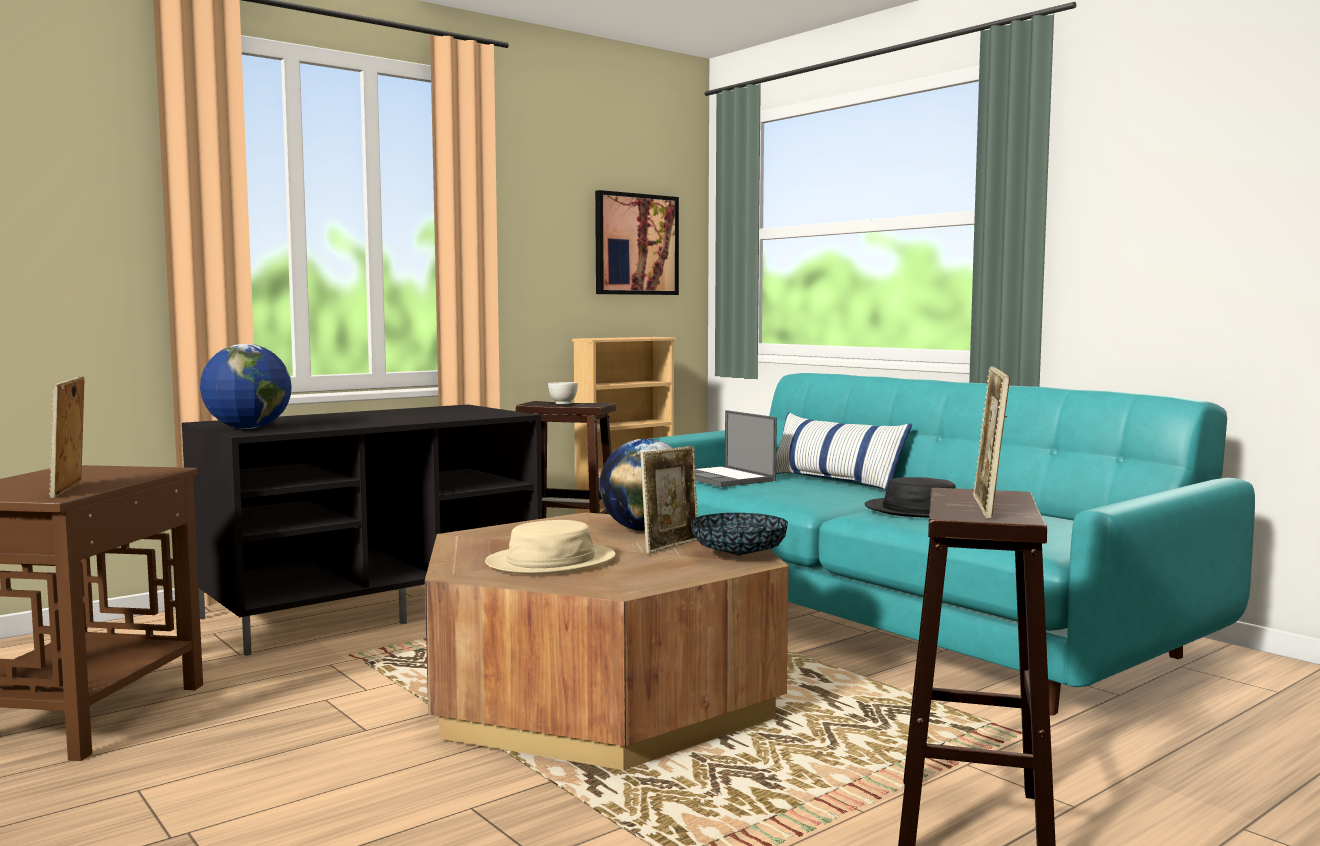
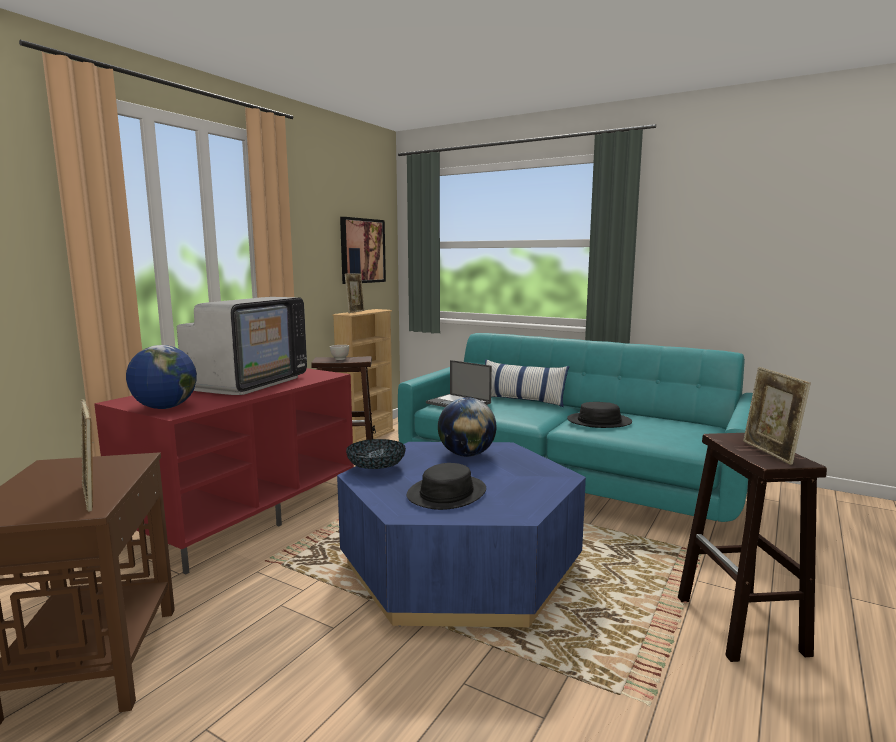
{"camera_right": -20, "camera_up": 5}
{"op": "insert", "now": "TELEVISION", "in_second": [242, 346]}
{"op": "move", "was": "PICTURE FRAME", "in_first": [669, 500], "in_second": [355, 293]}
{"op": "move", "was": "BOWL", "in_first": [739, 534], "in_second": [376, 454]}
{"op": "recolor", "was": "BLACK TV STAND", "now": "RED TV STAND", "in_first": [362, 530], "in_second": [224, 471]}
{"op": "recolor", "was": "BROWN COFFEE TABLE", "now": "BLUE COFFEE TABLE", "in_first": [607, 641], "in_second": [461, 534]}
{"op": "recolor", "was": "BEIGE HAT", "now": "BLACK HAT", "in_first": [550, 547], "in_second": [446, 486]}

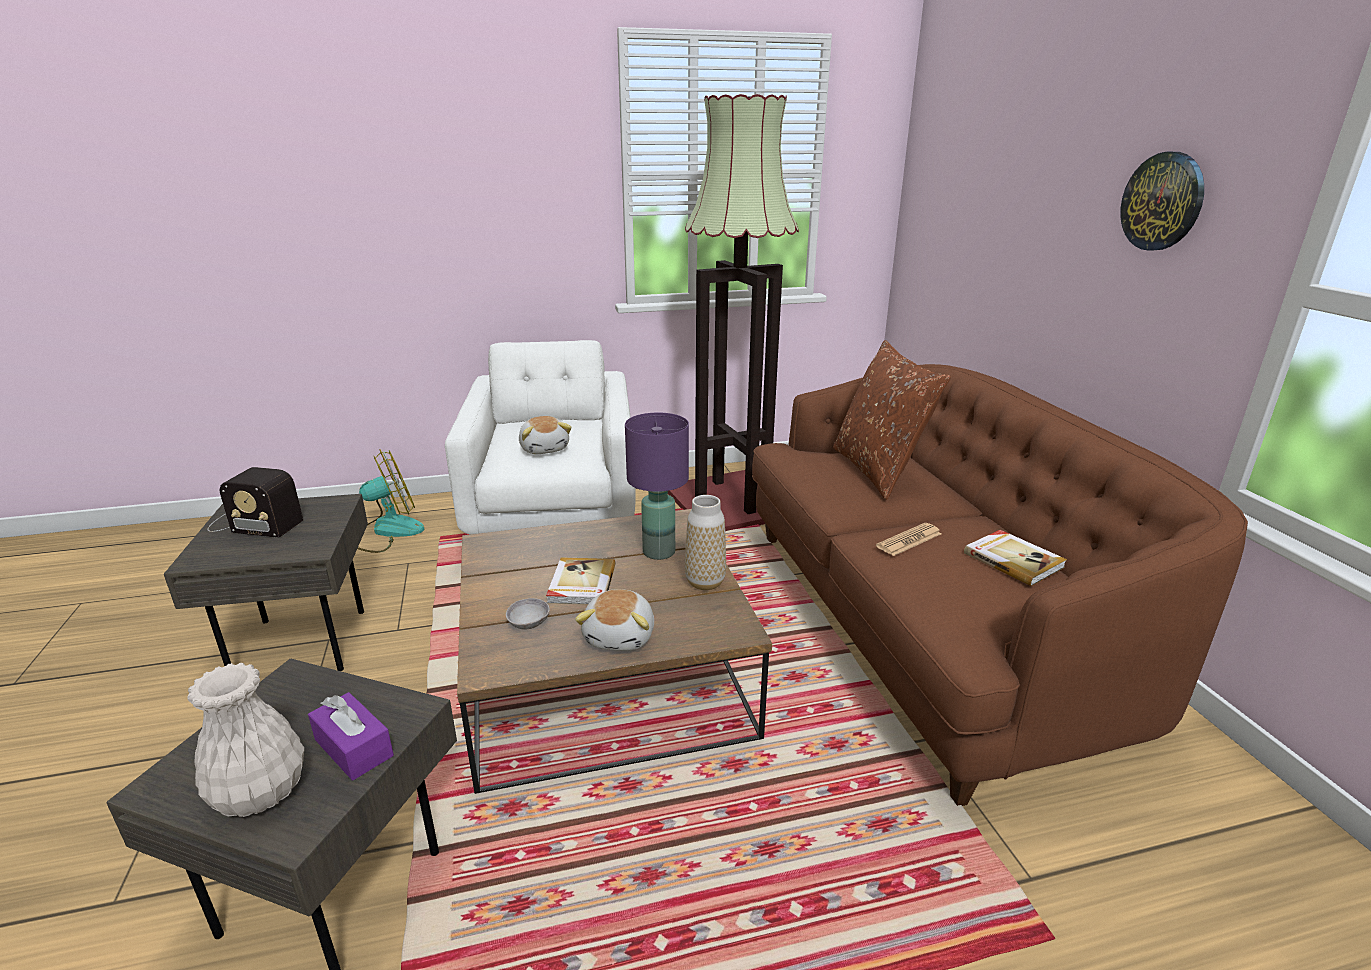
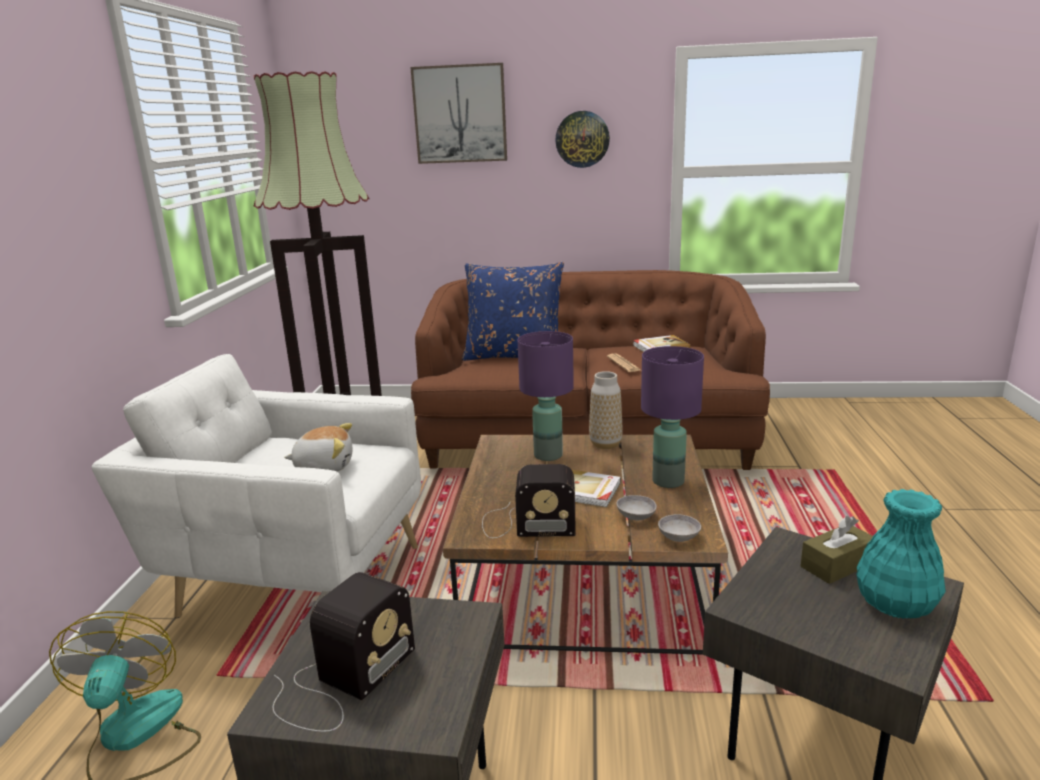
{"camera_right": -70, "camera_up": -5}
{"op": "insert", "now": "PICTURE", "in_second": [458, 113]}
{"op": "insert", "now": "RADIO", "in_second": [529, 501]}
{"op": "insert", "now": "GREY BOWL", "in_second": [679, 528]}
{"op": "replace", "was": "PLUSH TOY", "now": "PURPLE TABLE LAMP", "in_first": [614, 620], "in_second": [672, 417]}
{"op": "recolor", "was": "WHITE VASE", "now": "TURQUOISE VASE", "in_first": [246, 740], "in_second": [901, 554]}
{"op": "recolor", "was": "PURPLE TISSUE BOX", "now": "BROWN TISSUE BOX", "in_first": [351, 736], "in_second": [837, 550]}
{"op": "recolor", "was": "BROWN PILLOW", "now": "BLUE PILLOW", "in_first": [892, 420], "in_second": [513, 311]}

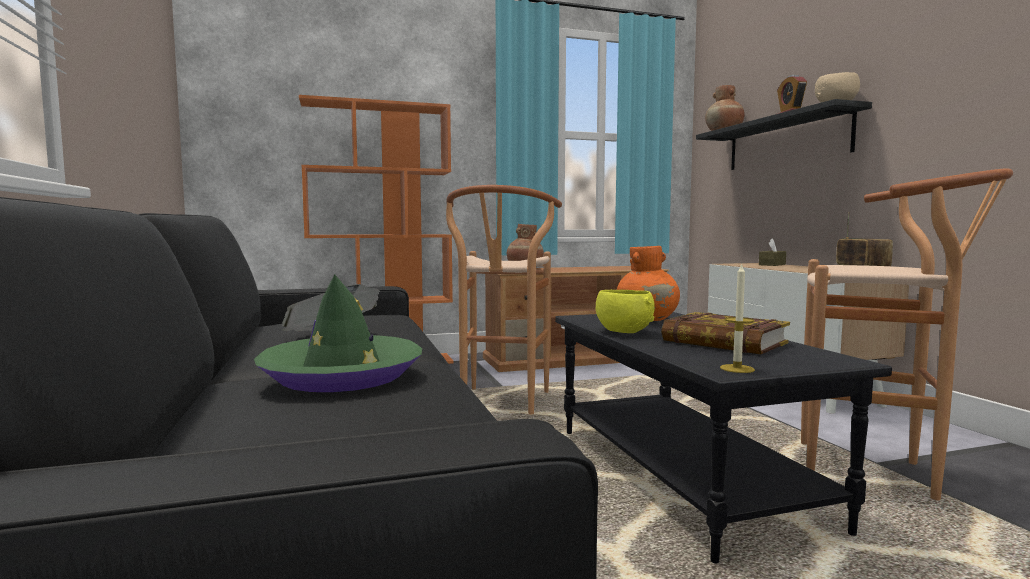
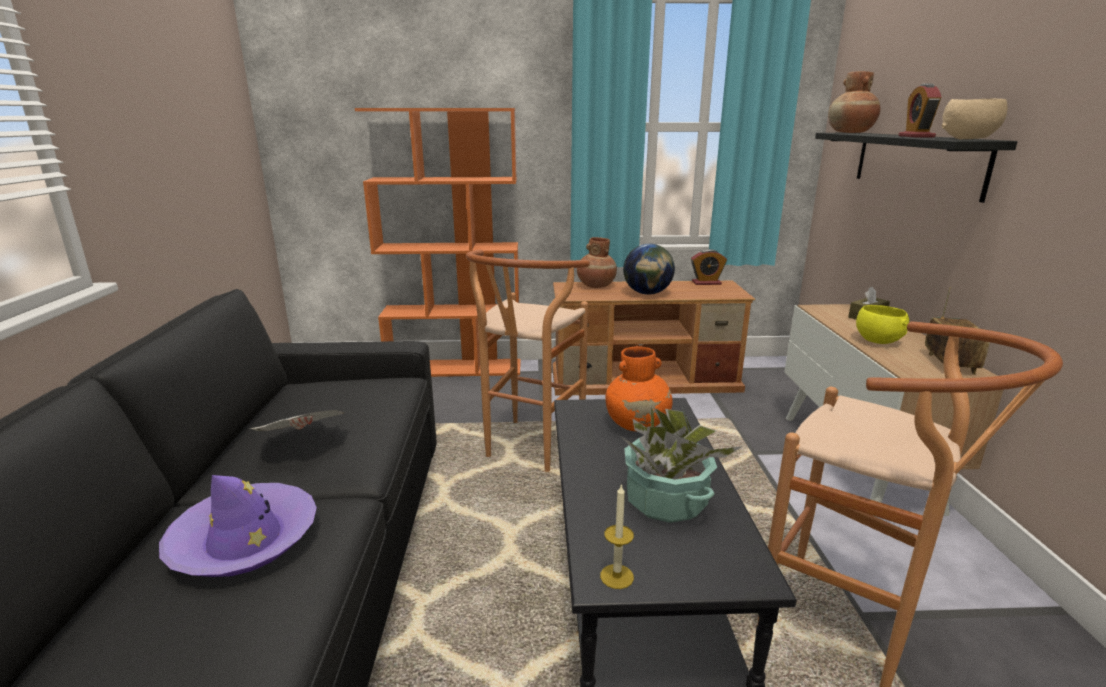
{"camera_right": 15, "camera_up": 15}
{"op": "insert", "now": "GLOBE", "in_second": [649, 269]}
{"op": "insert", "now": "ALARM CLOCK", "in_second": [709, 267]}
{"op": "move", "was": "YELLOW BOWL", "in_first": [625, 311], "in_second": [882, 324]}
{"op": "replace", "was": "BOOK", "now": "POTTED PLANT", "in_first": [725, 333], "in_second": [682, 465]}
{"op": "recolor", "was": "GREEN HAT", "now": "PURPLE HAT", "in_first": [338, 333], "in_second": [238, 526]}

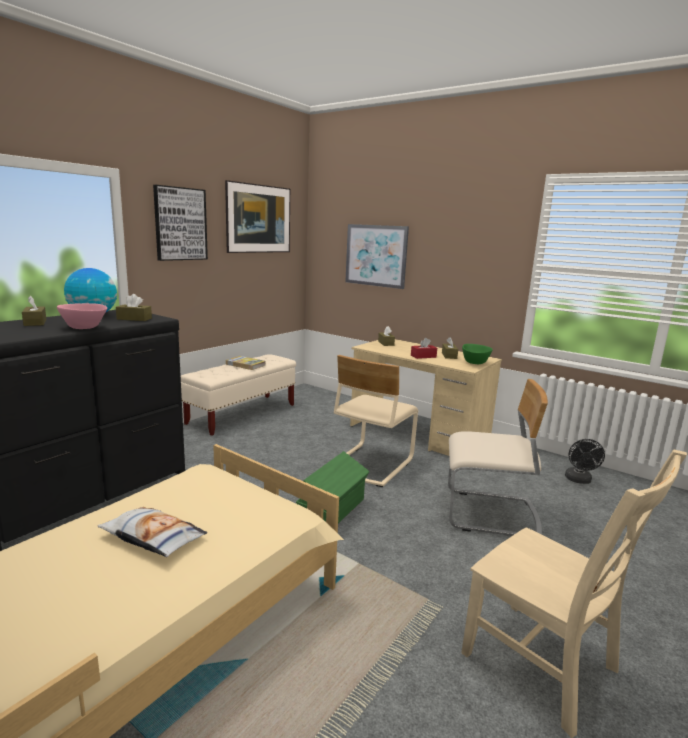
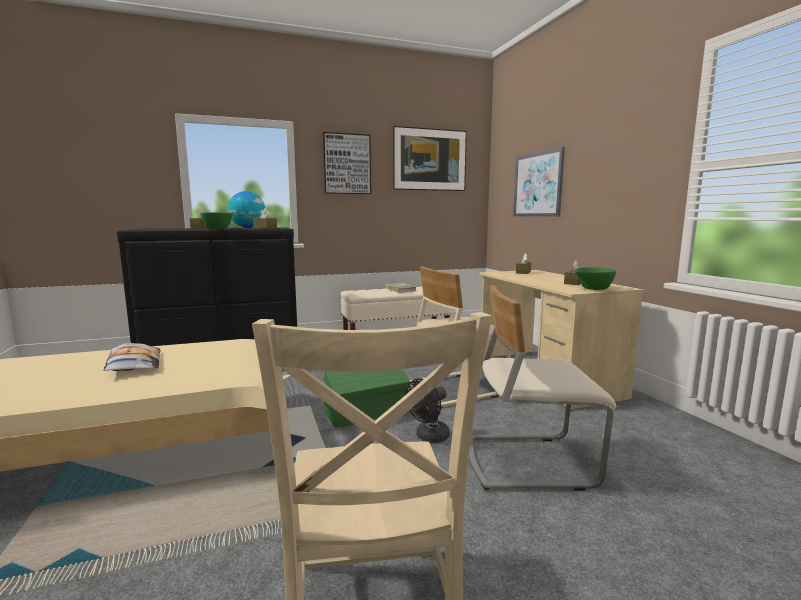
{"camera_right": 35, "camera_up": -5}
{"op": "delete", "was": "RED TISSUE BOX", "in_first": [424, 348]}
{"op": "move", "was": "BLACK FAN", "in_first": [585, 461], "in_second": [427, 410]}
{"op": "recolor", "was": "PINK BOWL", "now": "GREEN BOWL", "in_first": [82, 316], "in_second": [216, 220]}
{"op": "rotate", "was": "BEIGE CHAIR", "in_first": [498, 457], "in_second": [542, 388], "clockwise": 135}

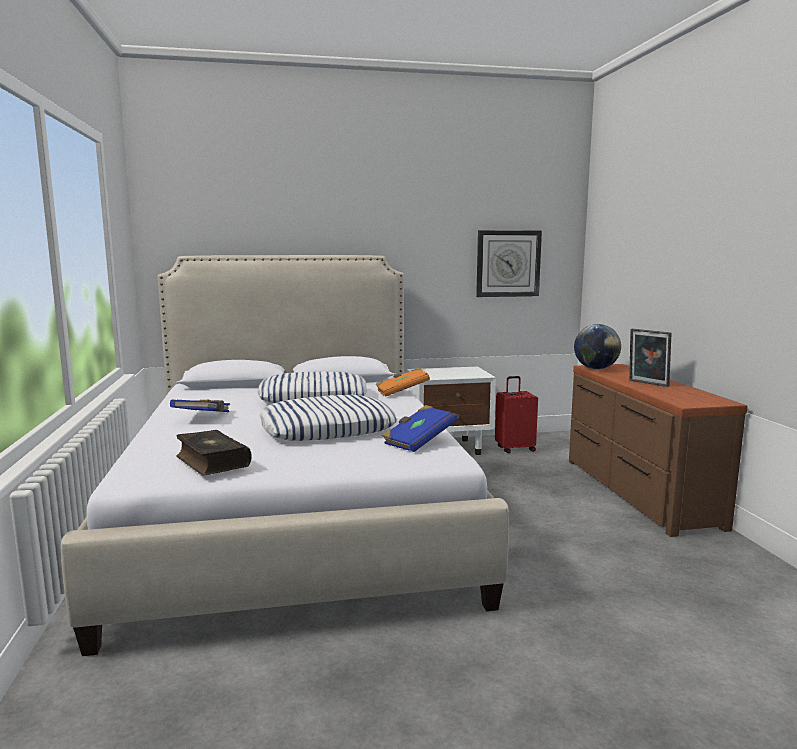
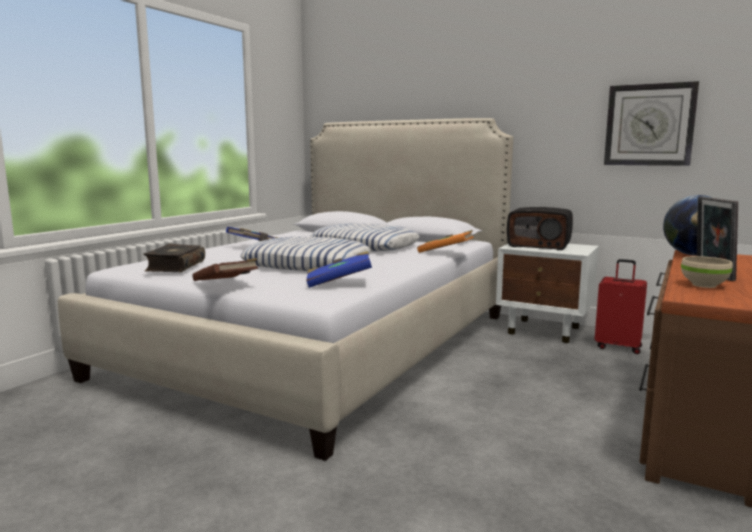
{"camera_right": 40, "camera_up": 0}
{"op": "insert", "now": "BROWN BOOK", "in_second": [225, 269]}
{"op": "insert", "now": "RADIO", "in_second": [540, 228]}
{"op": "insert", "now": "BEIGE BOWL", "in_second": [707, 272]}

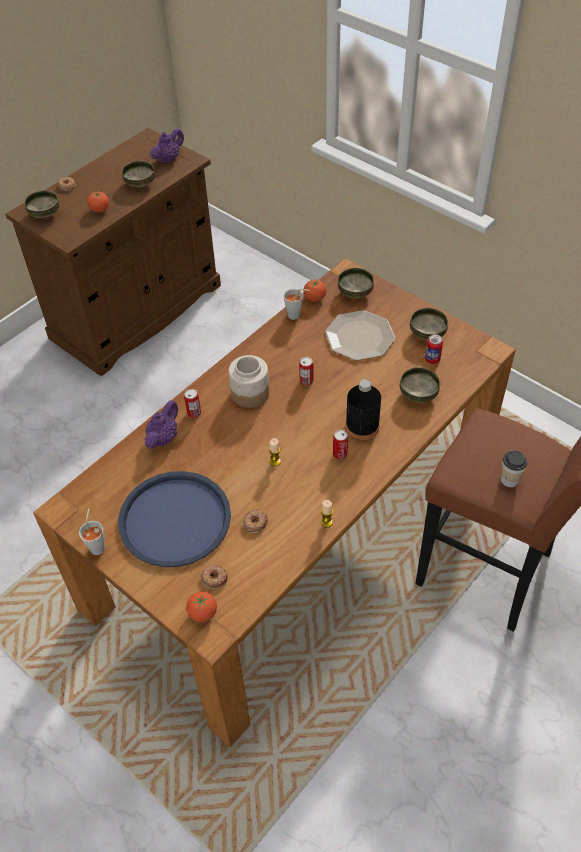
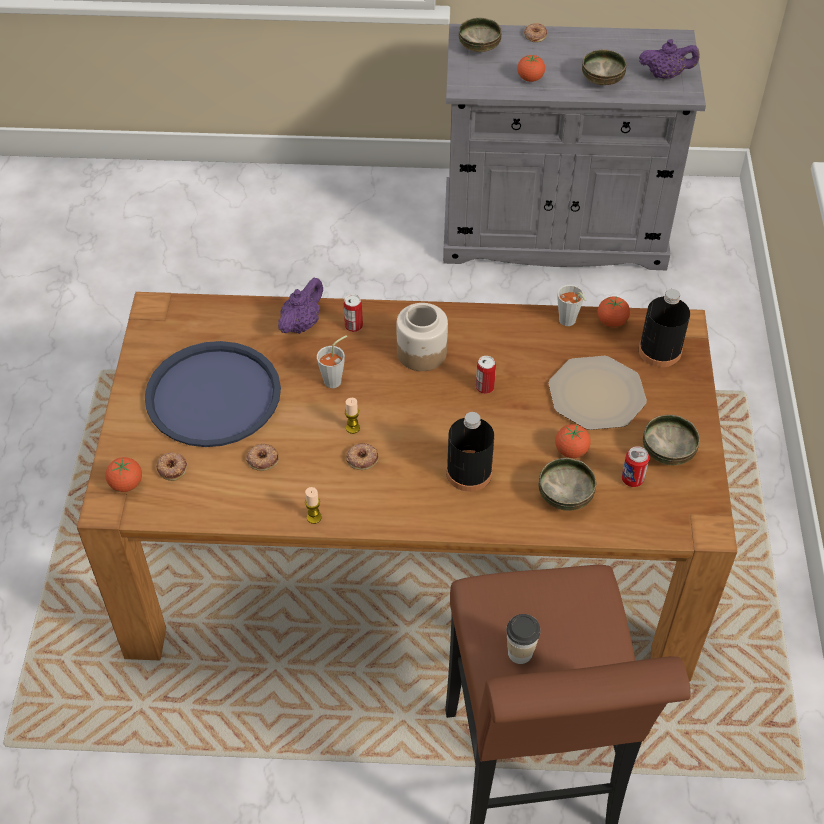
{"camera_right": 50, "camera_up": 0}
{"op": "delete", "was": "CAN", "in_first": [340, 444]}
{"op": "insert", "now": "DONUT", "in_second": [362, 456]}
{"op": "insert", "now": "TOMATO", "in_second": [573, 441]}
{"op": "move", "was": "GREY CUP", "in_first": [92, 532], "in_second": [332, 361]}
{"op": "replace", "was": "BOWL", "now": "BLACK BOTTLE", "in_first": [356, 283], "in_second": [664, 328]}
{"op": "recolor", "was": "BROWN CABINET", "now": "GREY CABINET", "in_first": [113, 252], "in_second": [574, 147]}
{"op": "rotate", "was": "PURPLE TEAPOT", "in_first": [161, 424], "in_second": [300, 306], "clockwise": -45}

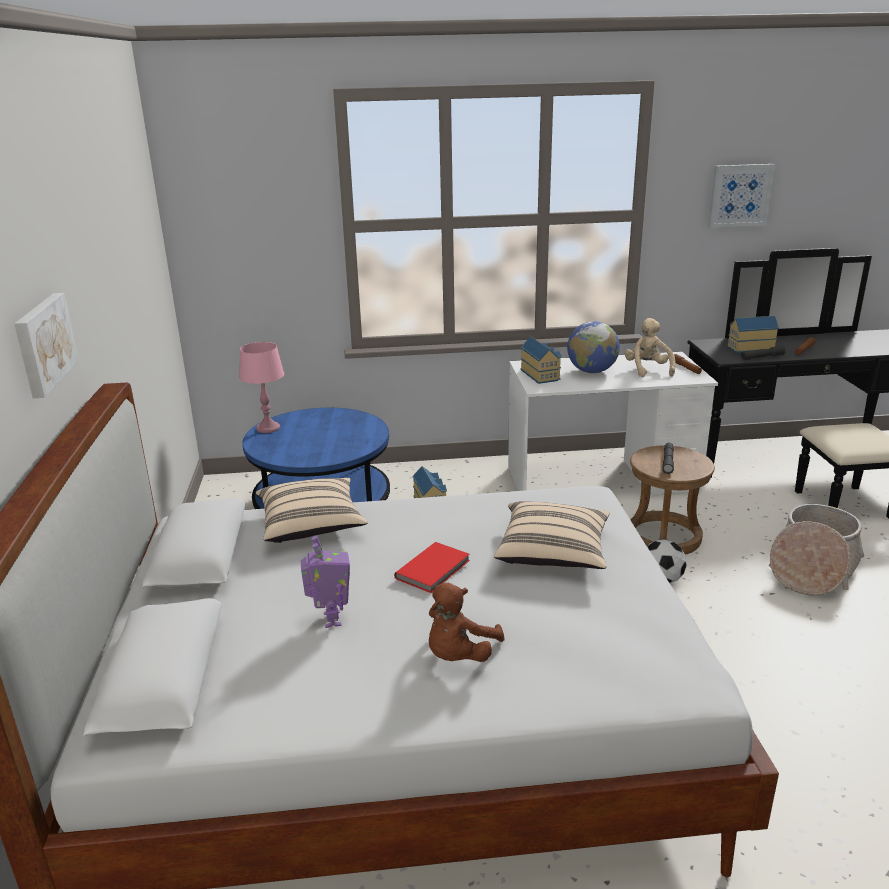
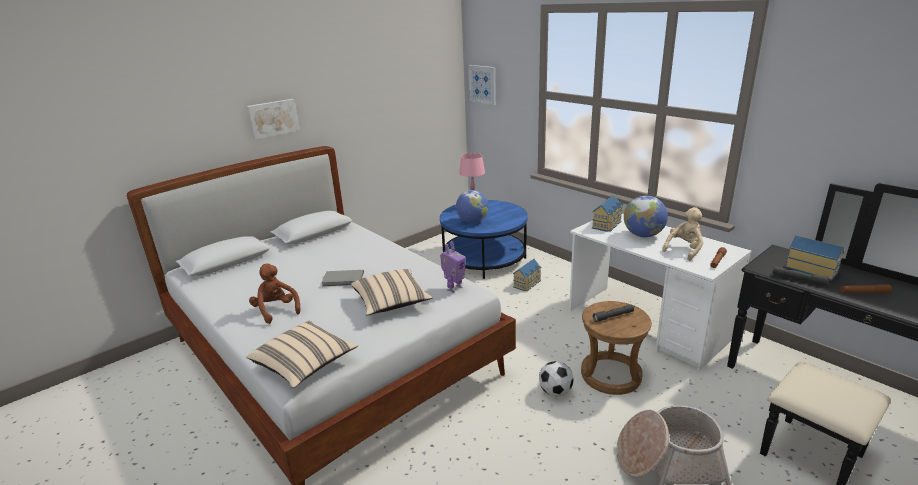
{"camera_right": 55, "camera_up": 0}
{"op": "insert", "now": "GLOBE", "in_second": [472, 206]}
{"op": "move", "was": "BEIGE PILLOW", "in_first": [312, 510], "in_second": [302, 354]}
{"op": "move", "was": "TOY ROBOT", "in_first": [325, 582], "in_second": [453, 267]}
{"op": "move", "was": "PICTURE", "in_first": [741, 196], "in_second": [482, 85]}
{"op": "recolor", "was": "RED BOOK", "now": "GREY BOOK", "in_first": [432, 567], "in_second": [342, 278]}
{"op": "rotate", "was": "BROWN PLUSH TOY", "in_first": [467, 622], "in_second": [275, 294], "clockwise": 60}

